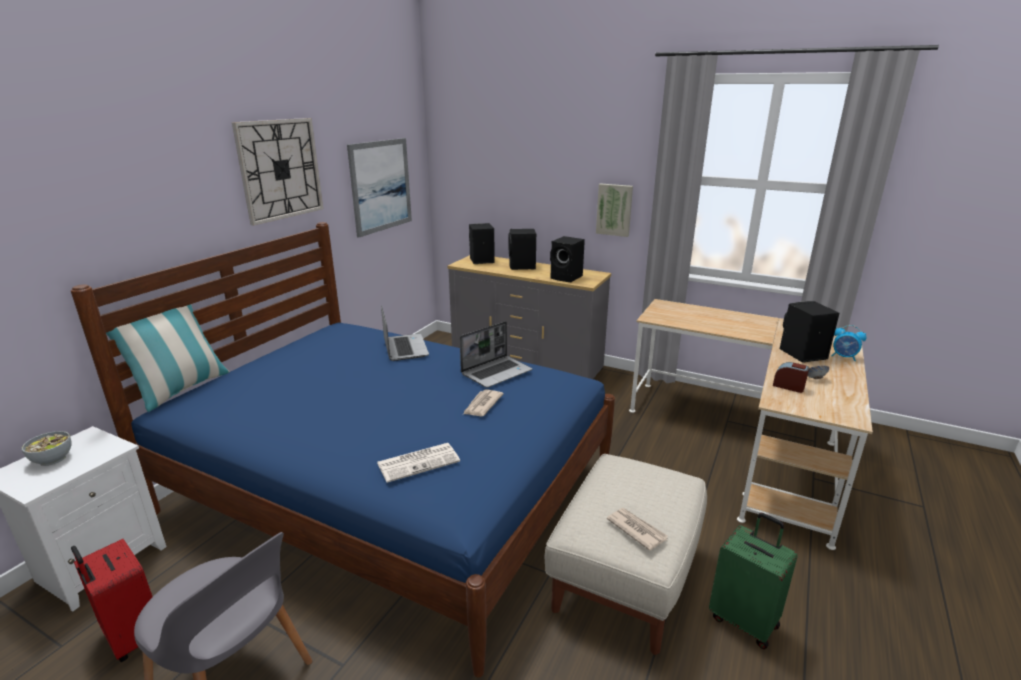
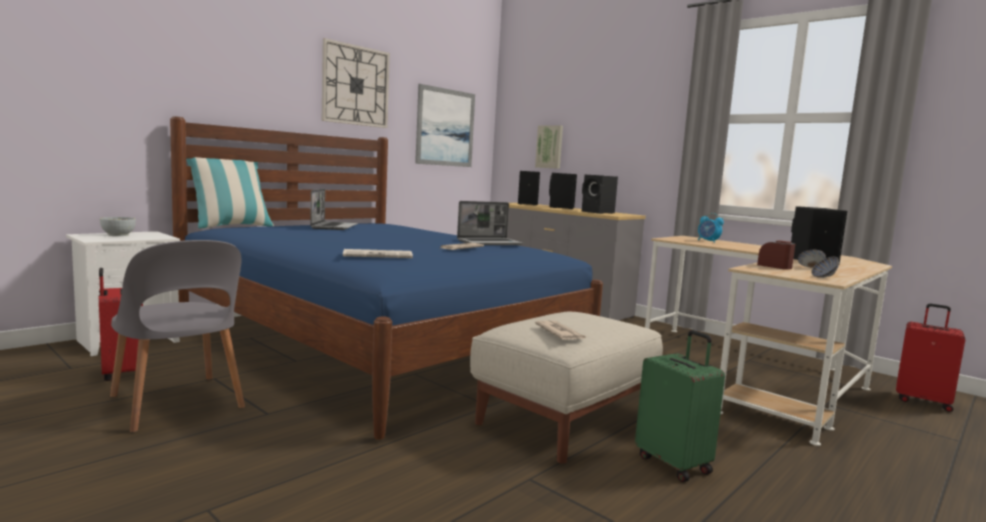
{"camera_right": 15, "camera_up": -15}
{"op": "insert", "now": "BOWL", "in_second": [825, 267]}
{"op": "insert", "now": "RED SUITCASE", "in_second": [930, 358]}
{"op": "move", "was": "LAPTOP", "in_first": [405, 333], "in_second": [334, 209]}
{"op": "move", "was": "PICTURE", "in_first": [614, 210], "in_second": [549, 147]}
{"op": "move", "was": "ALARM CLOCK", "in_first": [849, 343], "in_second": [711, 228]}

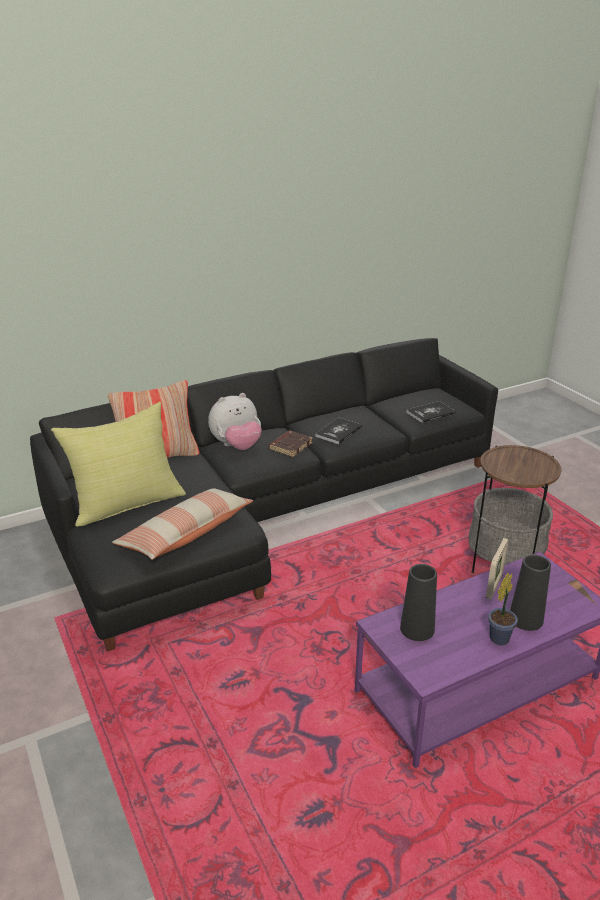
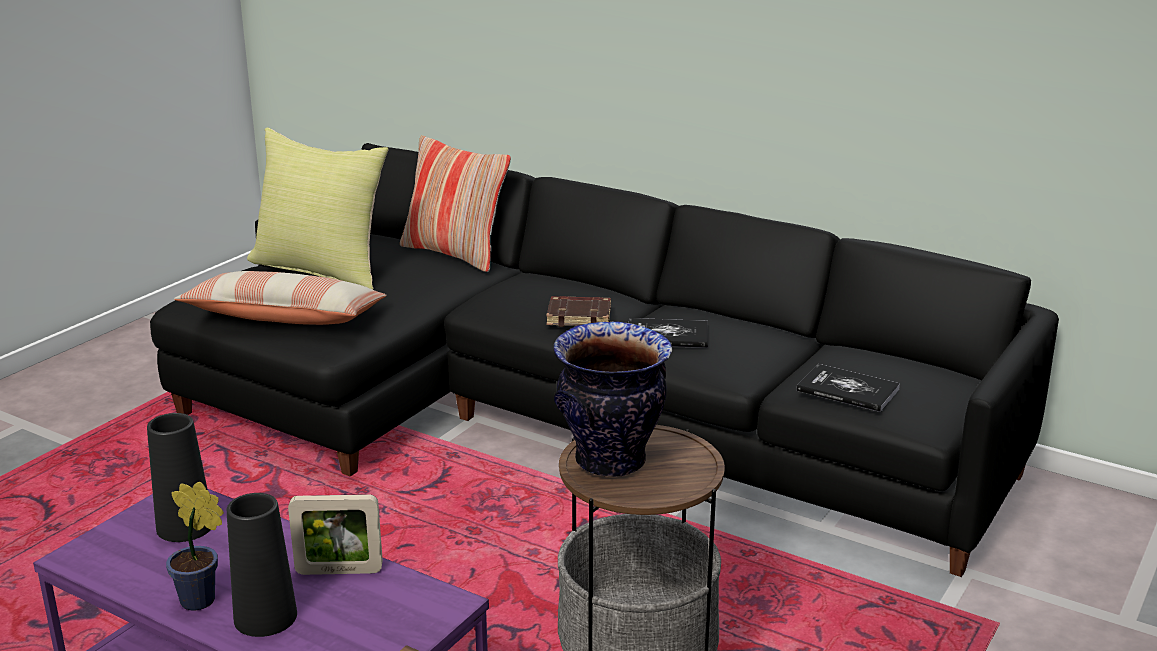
{"camera_right": 60, "camera_up": -5}
{"op": "delete", "was": "PLUSH TOY", "in_first": [235, 421]}
{"op": "insert", "now": "VASE", "in_second": [612, 399]}

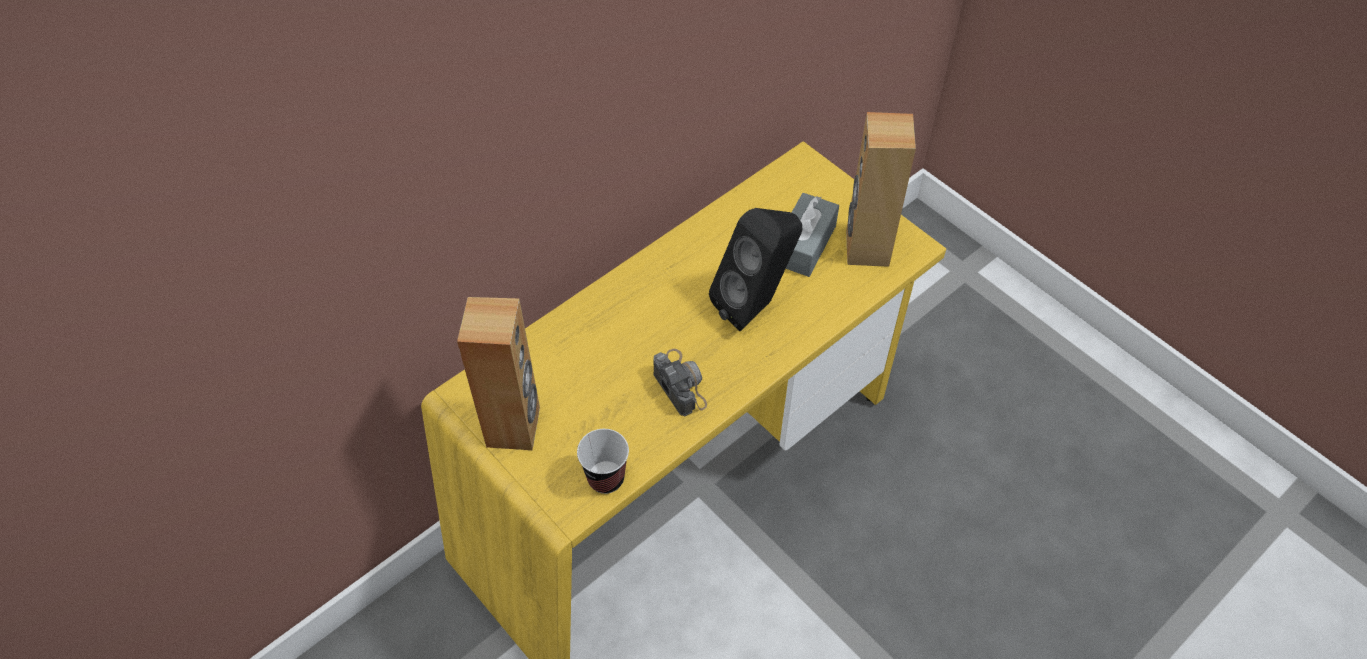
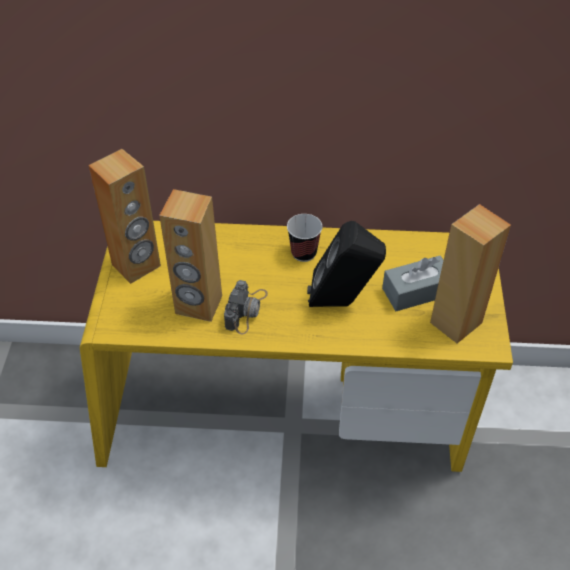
{"camera_right": 45, "camera_up": -5}
{"op": "insert", "now": "BROWN SPEAKER", "in_second": [190, 255]}
{"op": "move", "was": "CUP", "in_first": [603, 461], "in_second": [305, 238]}

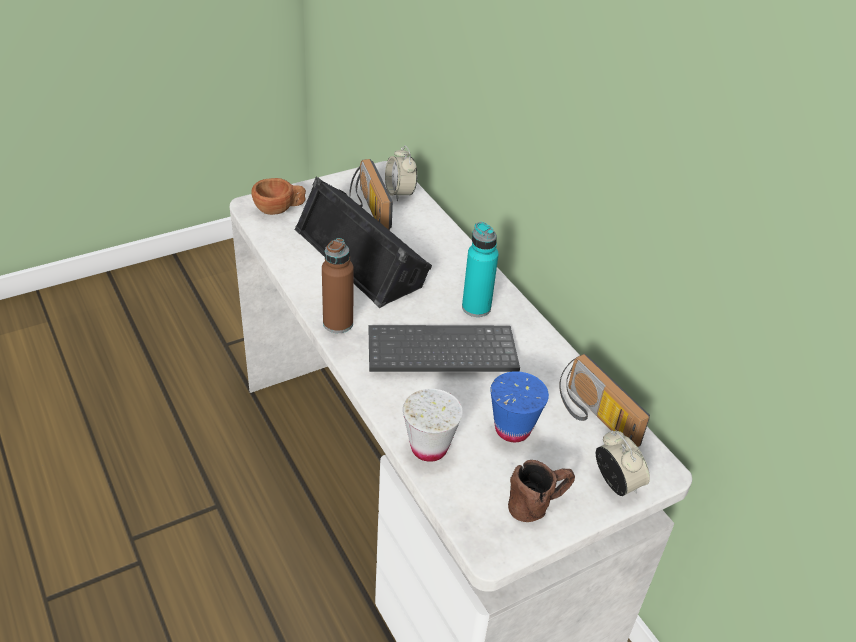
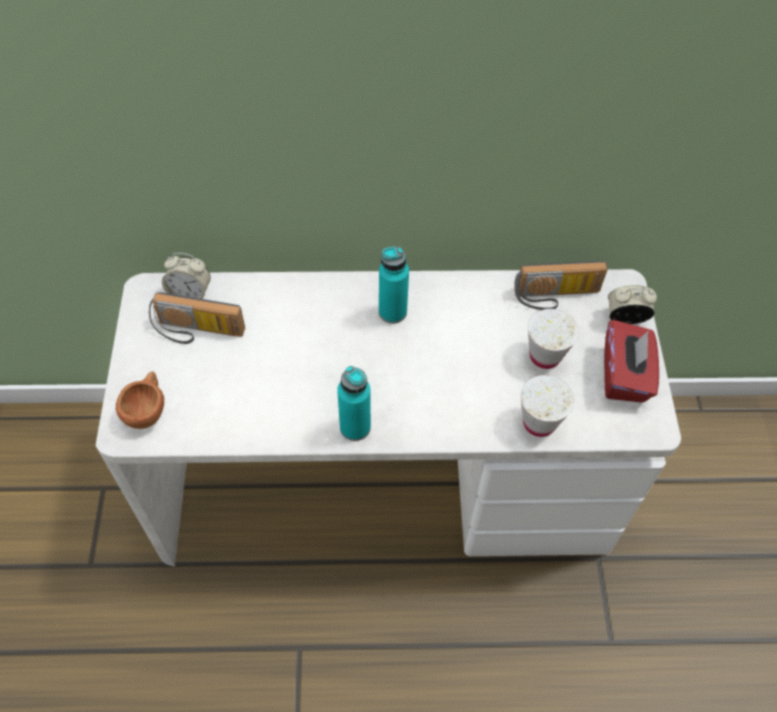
{"camera_right": -60, "camera_up": 15}
{"op": "delete", "was": "BLACK SPEAKER", "in_first": [363, 242]}
{"op": "delete", "was": "KEYBOARD", "in_first": [444, 348]}
{"op": "replace", "was": "BROWN MUG", "now": "RED TISSUE BOX", "in_first": [541, 491], "in_second": [631, 361]}
{"op": "recolor", "was": "BROWN BOTTLE", "now": "TURQUOISE BOTTLE", "in_first": [338, 285], "in_second": [354, 403]}
{"op": "recolor", "was": "BLUE CUP", "now": "WHITE CUP", "in_first": [519, 406], "in_second": [553, 339]}

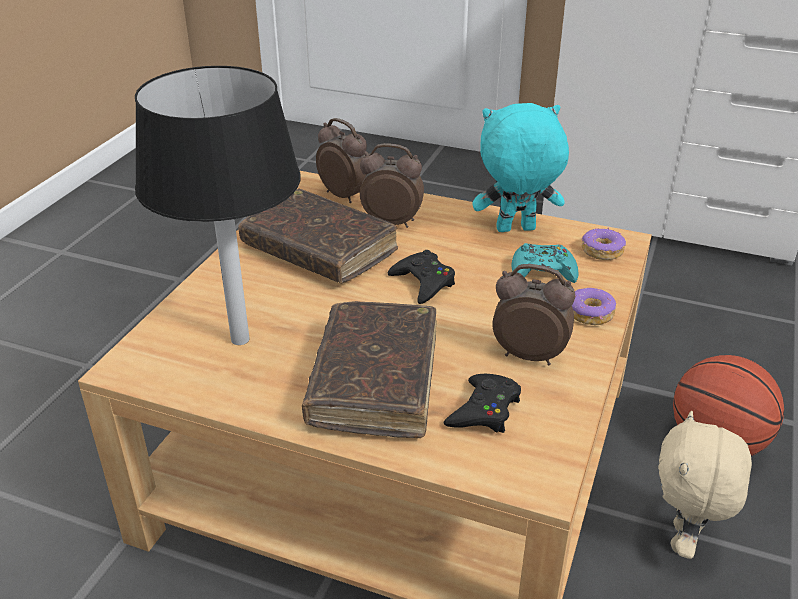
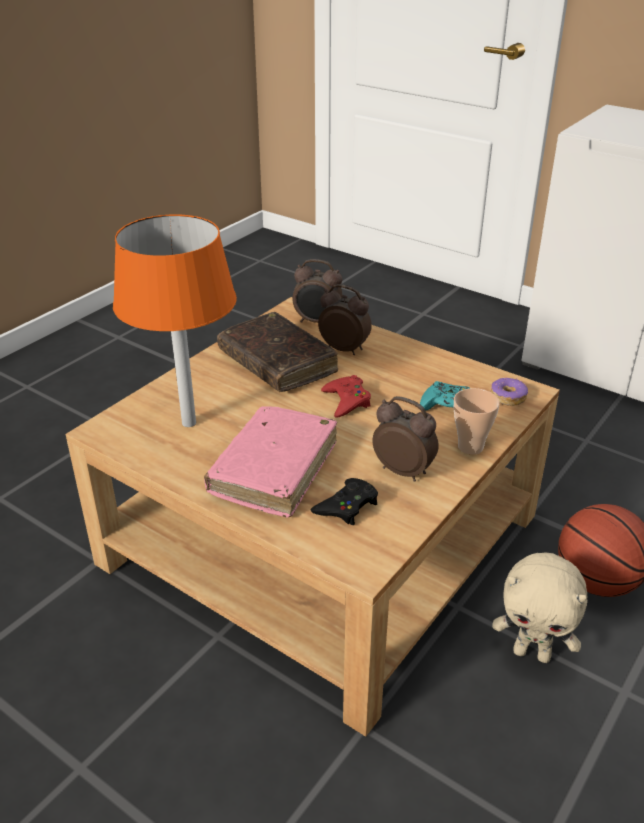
{"camera_right": 15, "camera_up": 0}
{"op": "delete", "was": "TURQUOISE PLUSH TOY", "in_first": [520, 167]}
{"op": "replace", "was": "DONUT", "now": "CUP", "in_first": [594, 306], "in_second": [477, 421]}
{"op": "recolor", "was": "BLACK TABLE LAMP", "now": "ORANGE TABLE LAMP", "in_first": [218, 205], "in_second": [175, 320]}
{"op": "recolor", "was": "BROWN BOOK", "now": "PINK BOOK", "in_first": [369, 369], "in_second": [270, 462]}
{"op": "recolor", "was": "BLACK GAME CONTROLLER", "now": "RED GAME CONTROLLER", "in_first": [421, 277], "in_second": [346, 396]}
{"op": "rotate", "was": "ALARM CLOCK", "in_first": [341, 160], "in_second": [317, 291], "clockwise": 135}
{"op": "rotate", "was": "BEIGE PLUSH TOY", "in_first": [705, 485], "in_second": [540, 608], "clockwise": -105}

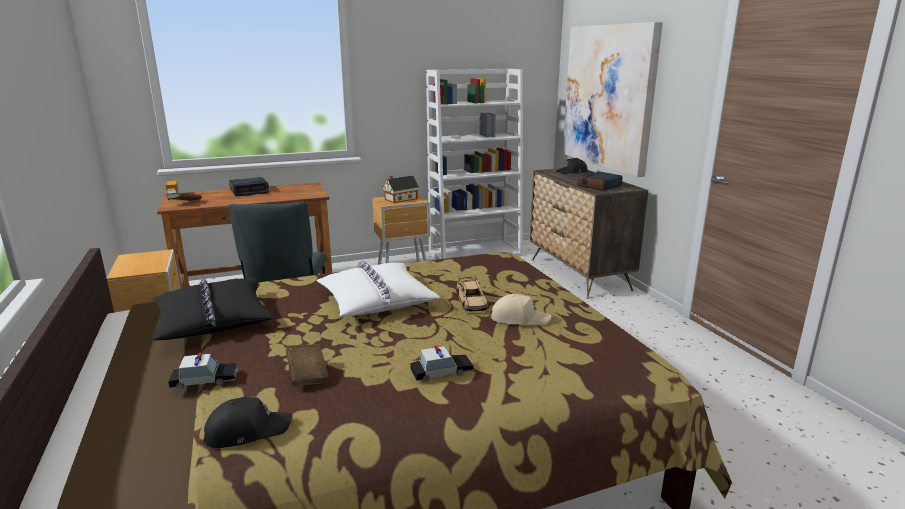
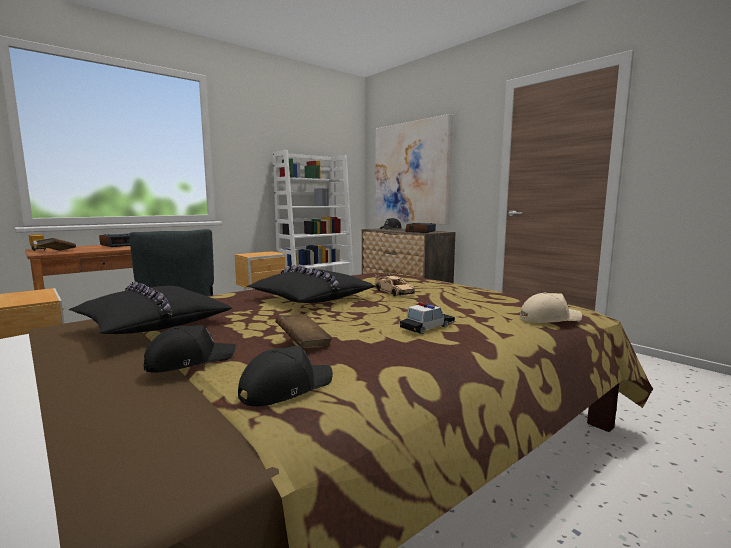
{"camera_right": -20, "camera_up": -10}
{"op": "delete", "was": "TOY HOUSE", "in_first": [400, 189]}
{"op": "move", "was": "BEIGE CAP", "in_first": [520, 310], "in_second": [551, 308]}
{"op": "replace", "was": "TOY CAR", "now": "BLACK CAP", "in_first": [203, 371], "in_second": [190, 349]}
{"op": "recolor", "was": "WHITE PILLOW", "now": "BLACK PILLOW", "in_first": [378, 289], "in_second": [311, 284]}

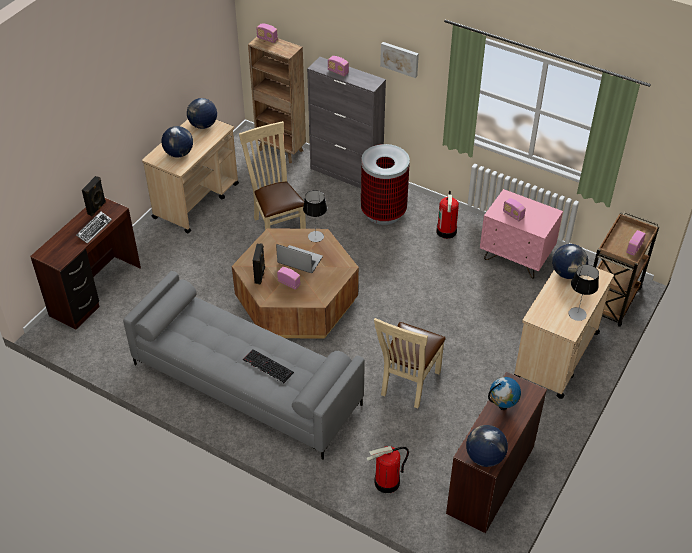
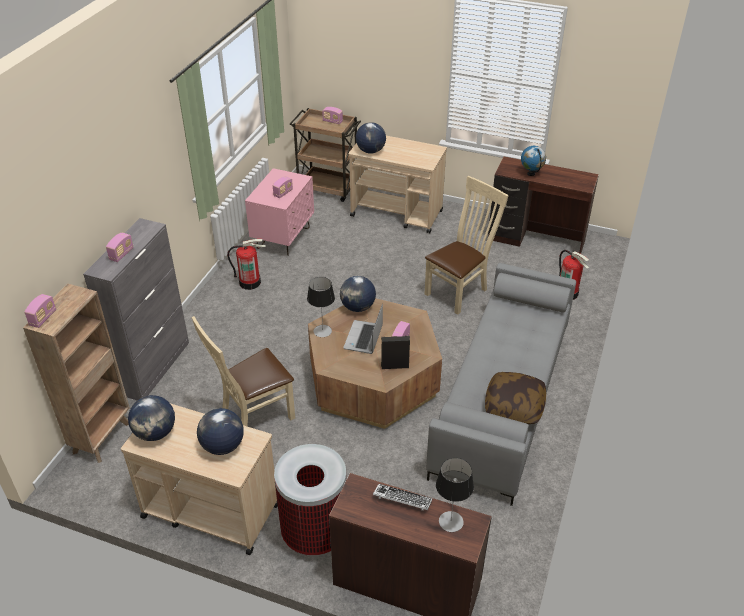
{"camera_right": -100, "camera_up": -5}
{"op": "delete", "was": "BLACK SPEAKER", "in_first": [94, 196]}
{"op": "delete", "was": "KEYBOARD", "in_first": [268, 366]}
{"op": "delete", "was": "PICTURE", "in_first": [399, 60]}
{"op": "insert", "now": "PILLOW", "in_second": [515, 398]}
{"op": "move", "was": "TRASH CAN", "in_first": [385, 184], "in_second": [310, 500]}
{"op": "move", "was": "GLOBE", "in_first": [487, 446], "in_second": [358, 294]}
{"op": "move", "was": "TABLE LAMP", "in_first": [583, 292], "in_second": [455, 495]}
{"op": "rotate", "was": "BEIGE CHAIR", "in_first": [410, 363], "in_second": [467, 245], "clockwise": -60}

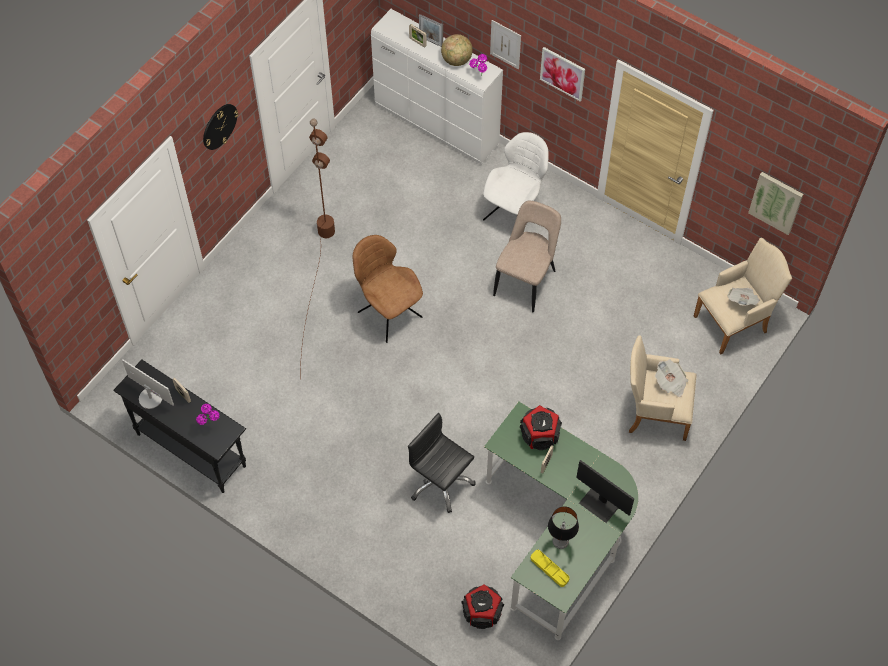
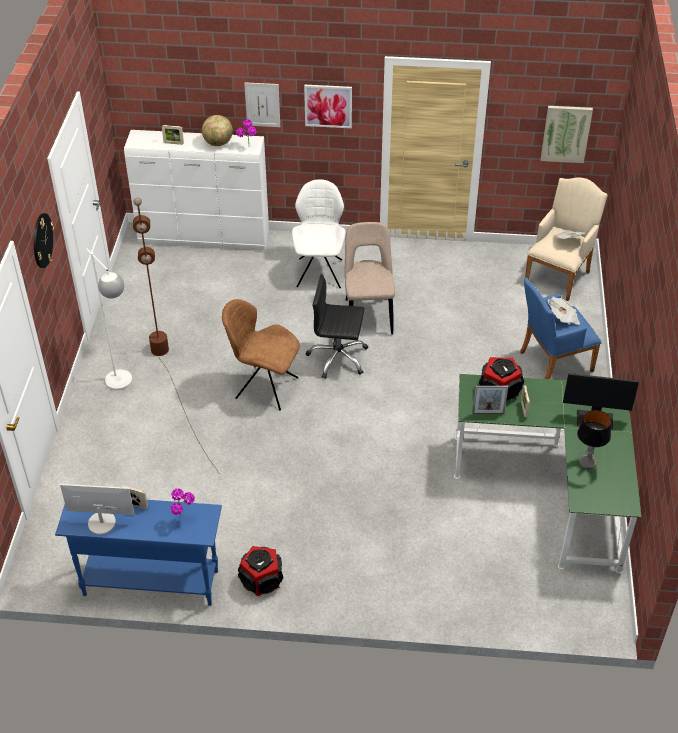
{"camera_right": -30, "camera_up": -15}
{"op": "delete", "was": "YELLOW TRAY", "in_first": [550, 568]}
{"op": "insert", "now": "WHITE FLOOR LAMP", "in_second": [109, 319]}
{"op": "move", "was": "BLACK OFFICE CHAIR", "in_first": [442, 463], "in_second": [337, 326]}
{"op": "move", "was": "PICTURE FRAME", "in_first": [431, 30], "in_second": [490, 400]}
{"op": "move", "was": "SPEAKER", "in_first": [482, 606], "in_second": [260, 571]}
{"op": "recolor", "was": "BLACK CONSOLE TABLE", "now": "BLUE CONSOLE TABLE", "in_first": [179, 426], "in_second": [138, 553]}
{"op": "recolor", "was": "BEIGE ARMCHAIR", "now": "BLUE ARMCHAIR", "in_first": [663, 388], "in_second": [560, 328]}

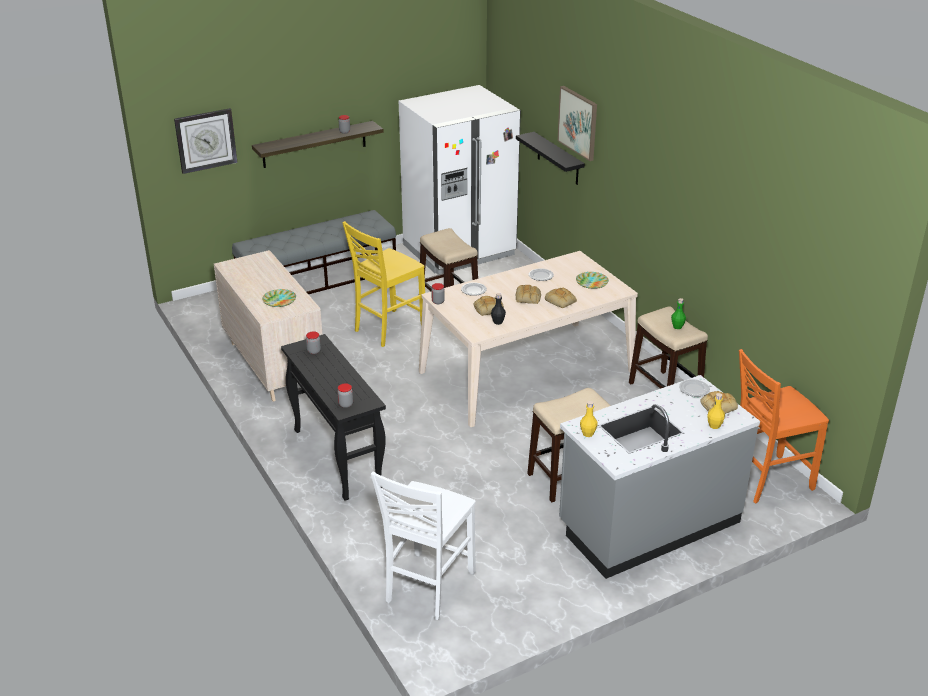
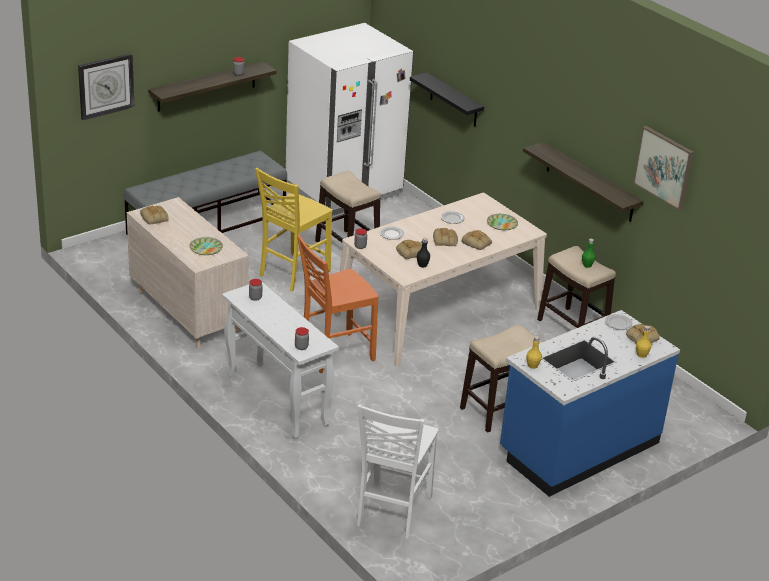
{"camera_right": -10, "camera_up": 0}
{"op": "insert", "now": "BREAD", "in_second": [154, 215]}
{"op": "insert", "now": "SHELF", "in_second": [583, 182]}
{"op": "move", "was": "PICTURE", "in_first": [577, 123], "in_second": [663, 168]}
{"op": "move", "was": "ORANGE CHAIR", "in_first": [784, 426], "in_second": [338, 304]}
{"op": "recolor", "was": "BLACK CONSOLE TABLE", "now": "WHITE CONSOLE TABLE", "in_first": [333, 417], "in_second": [280, 360]}
{"op": "recolor", "was": "GREY COUNTER", "now": "BLUE COUNTER", "in_first": [659, 477], "in_second": [590, 403]}

